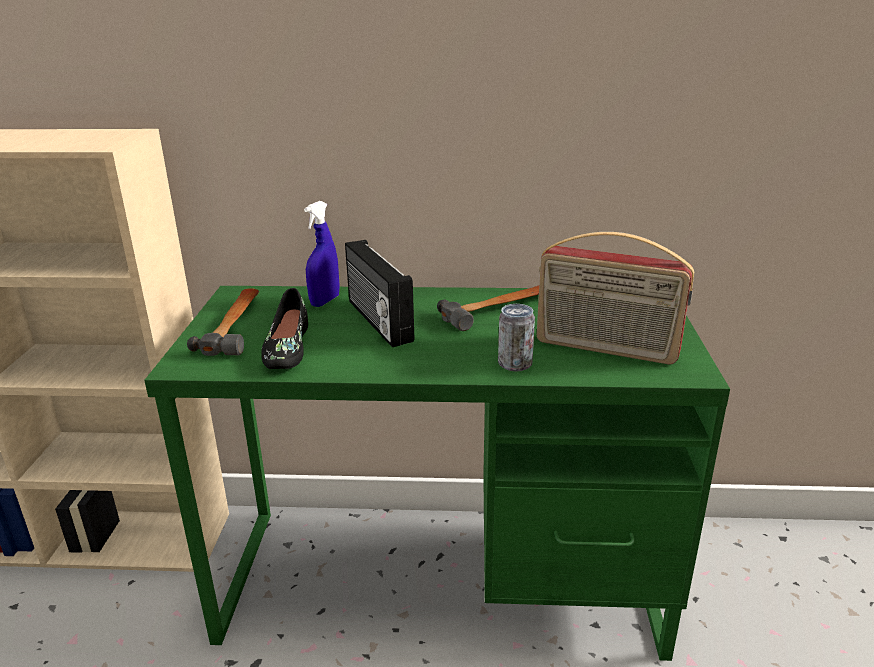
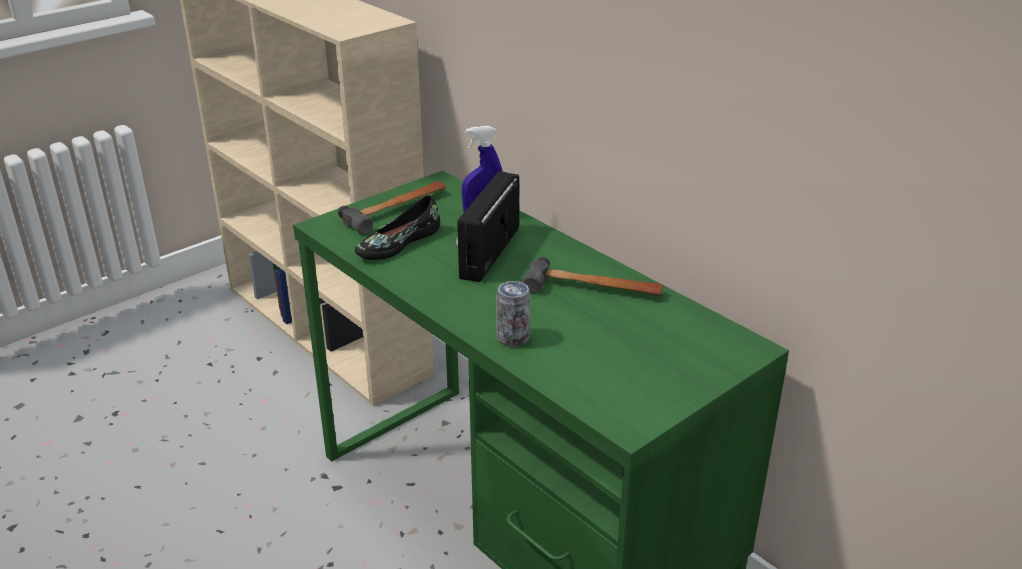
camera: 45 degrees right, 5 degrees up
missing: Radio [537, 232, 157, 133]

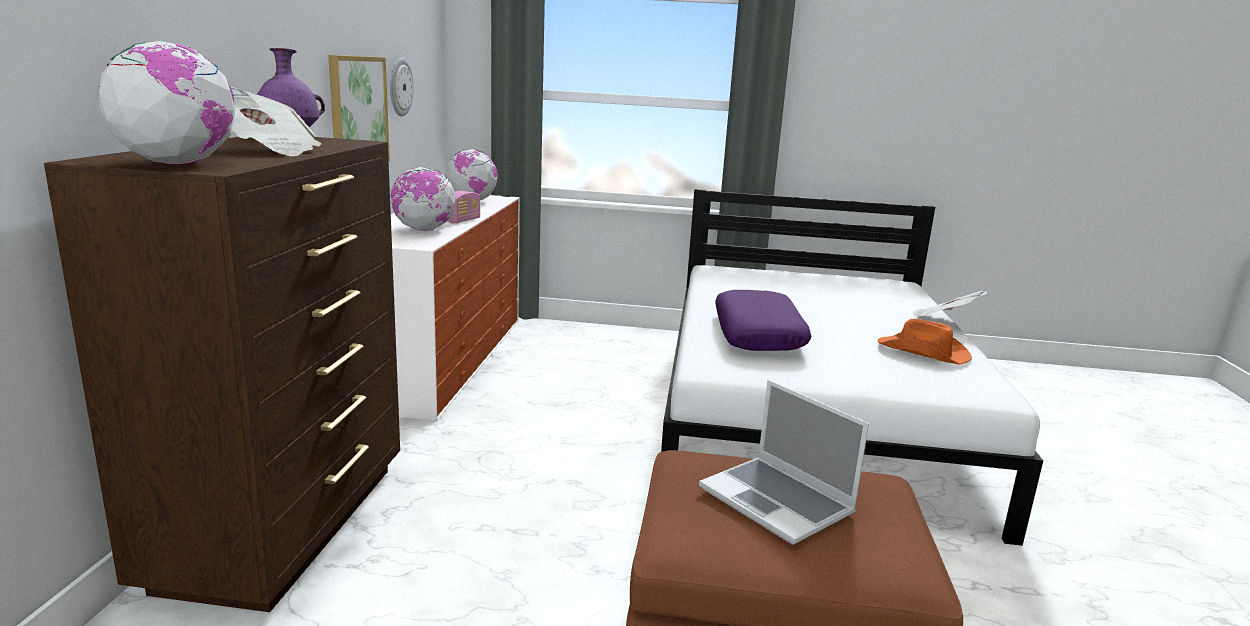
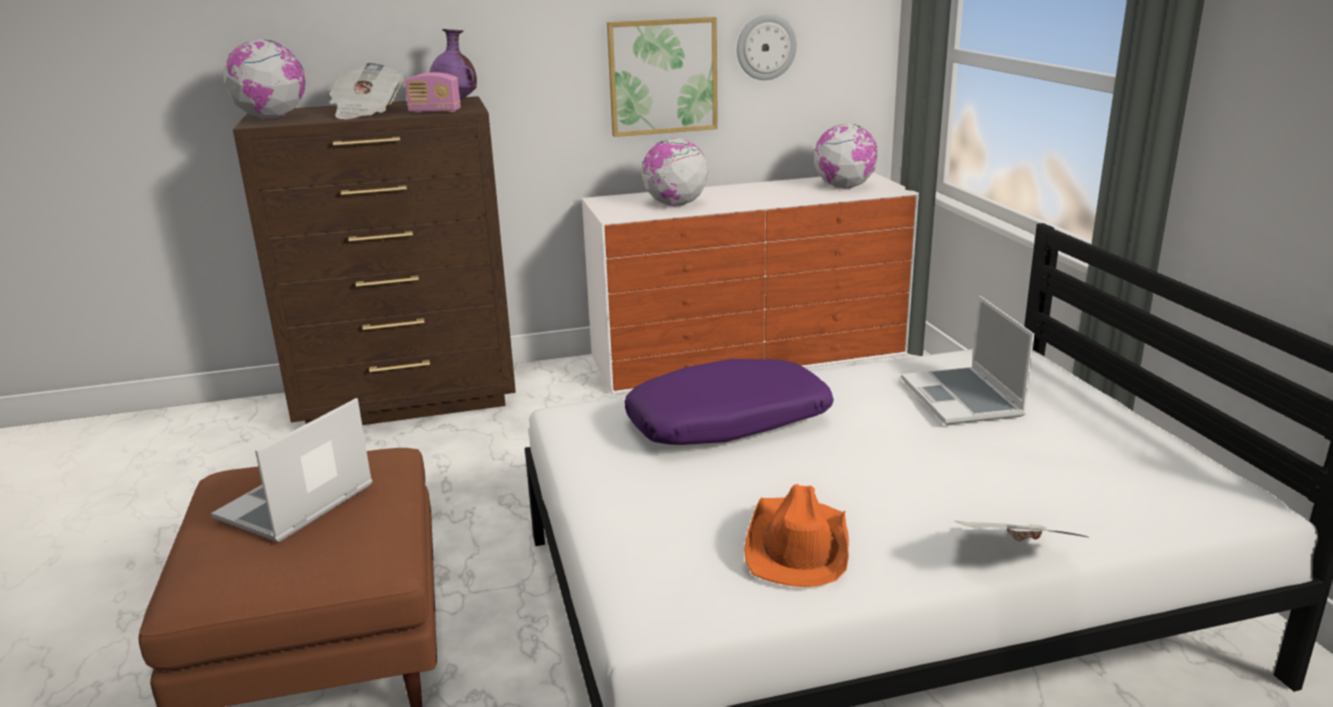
camera: 70 degrees right, 5 degrees up
appeared: Laptop [901, 296, 134, 129]
relocated: Radio [447, 191, 33, 33] to [404, 72, 57, 41]

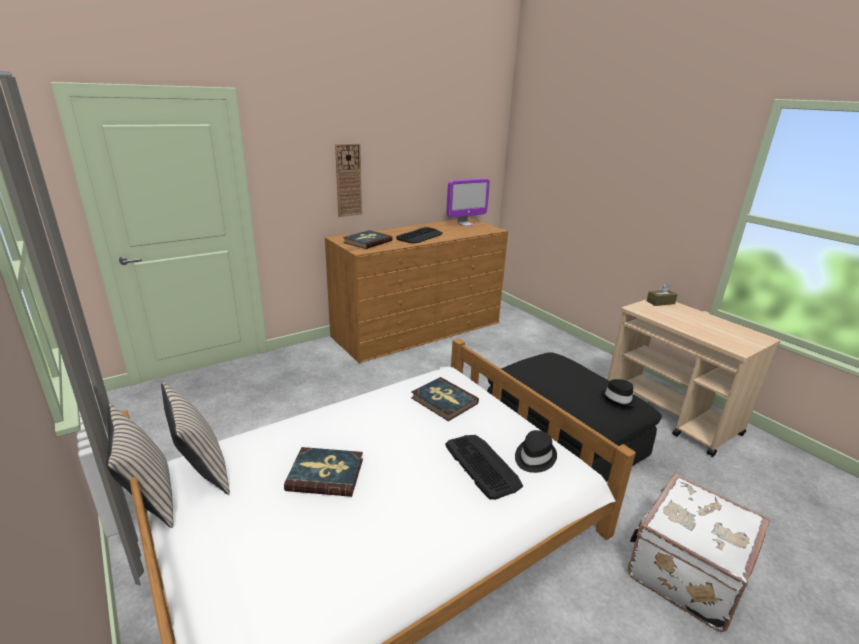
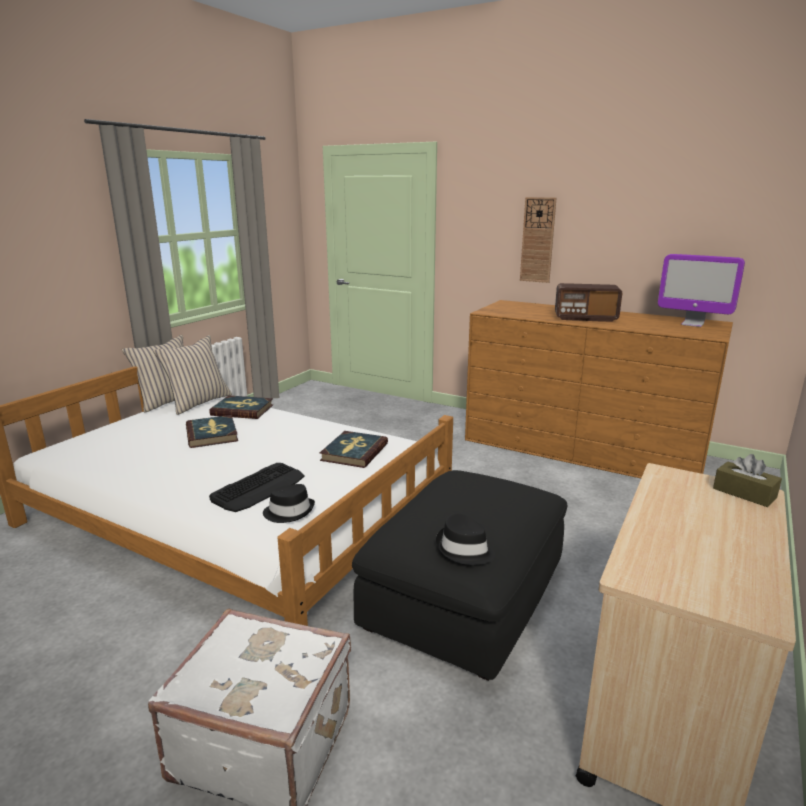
camera: 65 degrees right, 5 degrees down
relocated: Book [343, 230, 49, 19] to [210, 395, 63, 24]
exchanged: Keyboard [396, 227, 47, 17] to Radio [555, 283, 67, 39]

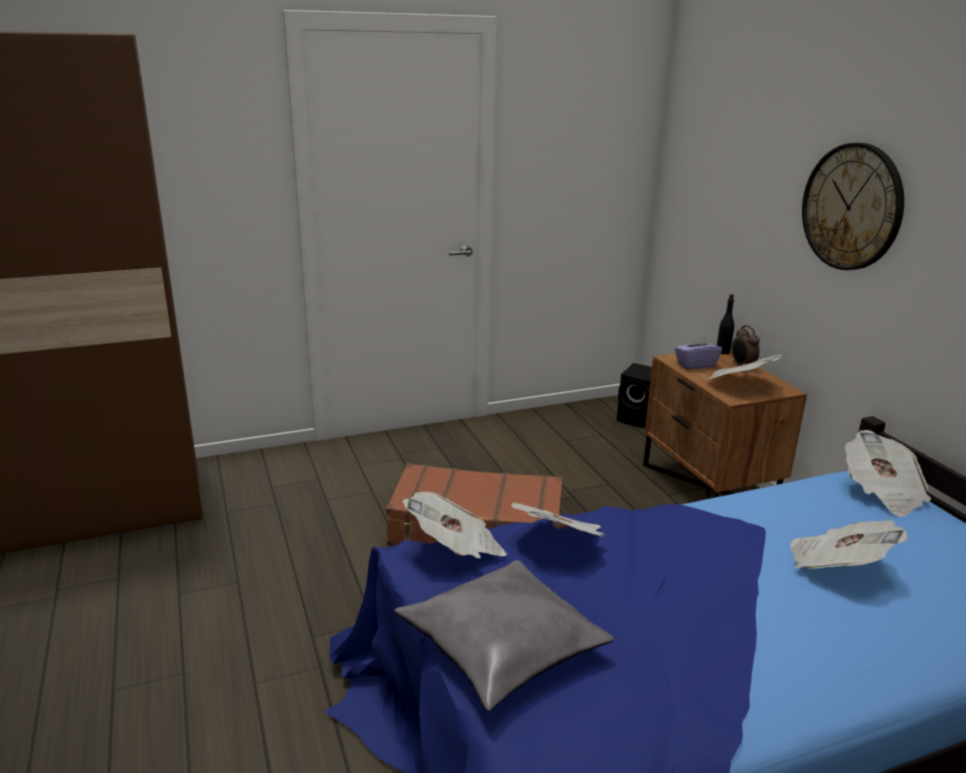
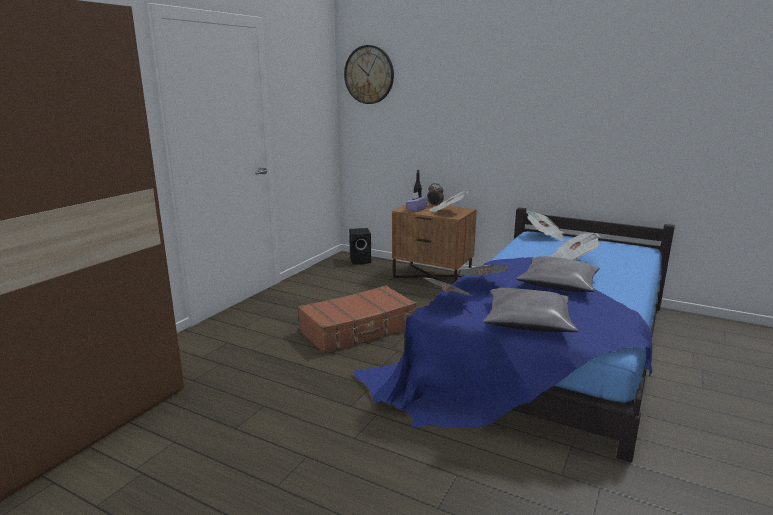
camera: 40 degrees left, 5 degrees down
appeared: GreyPillow [516, 256, 84, 36]
relocated: WallClock [802, 143, 102, 127] to [344, 45, 50, 59]

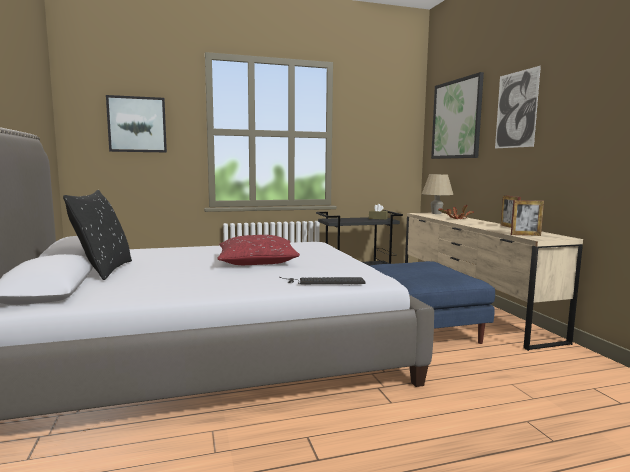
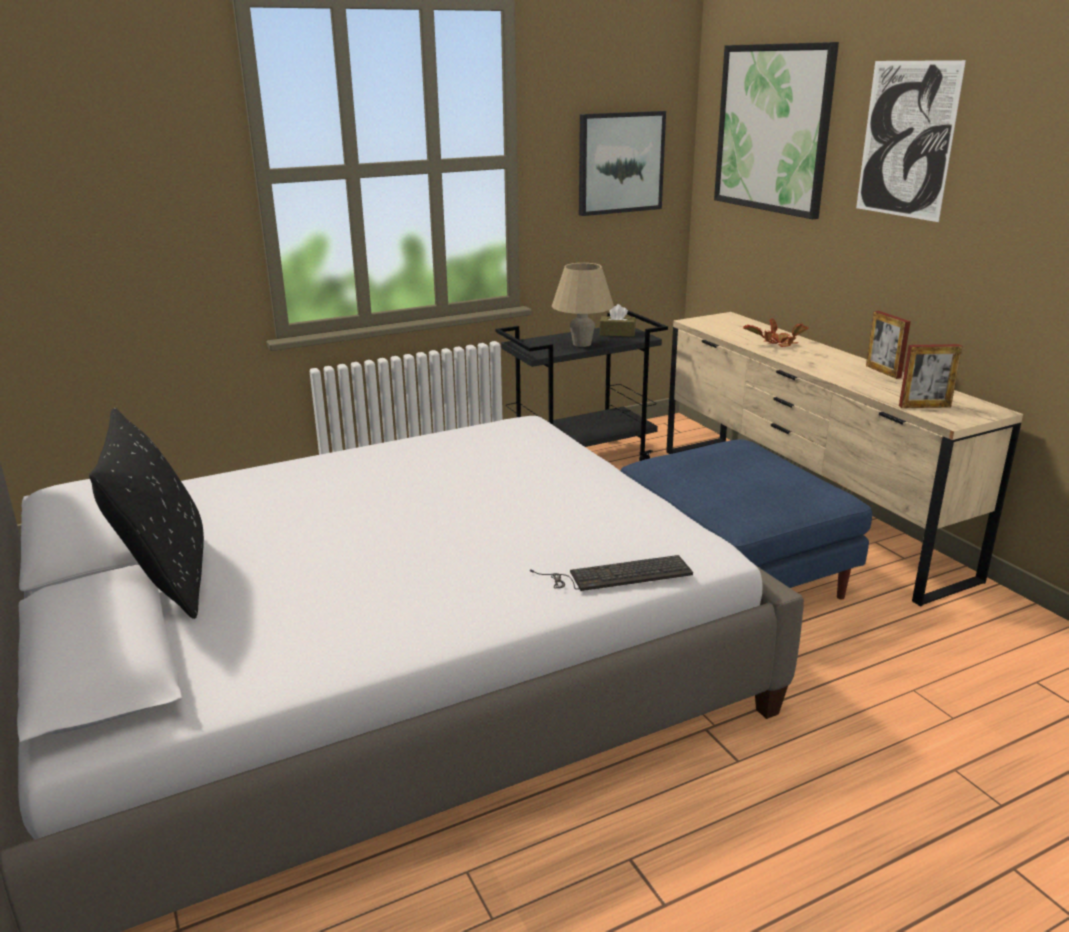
camera: 10 degrees left, 15 degrees up
missing: RedPillow [218, 235, 82, 30]
relocated: BeigeTableLamp [422, 174, 31, 40] to [551, 263, 63, 84]; Picture [106, 95, 61, 57] to [579, 111, 87, 105]

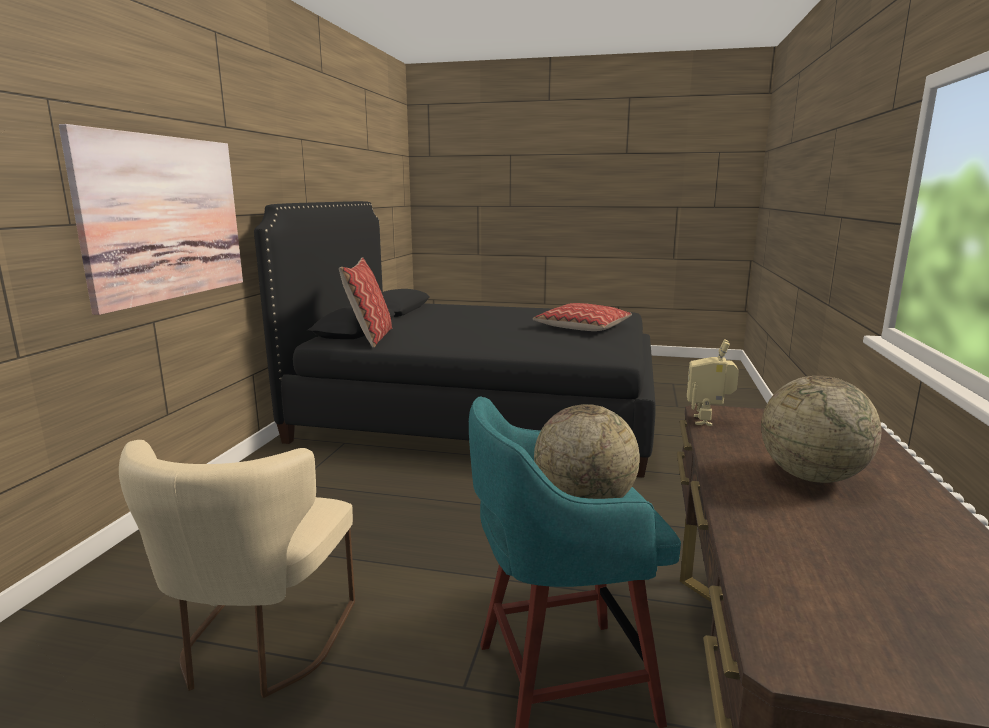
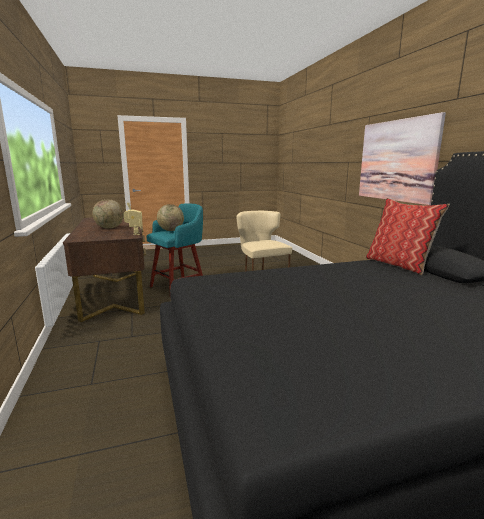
camera: 150 degrees right, 0 degrees up
missing: Pillow [533, 303, 99, 28]

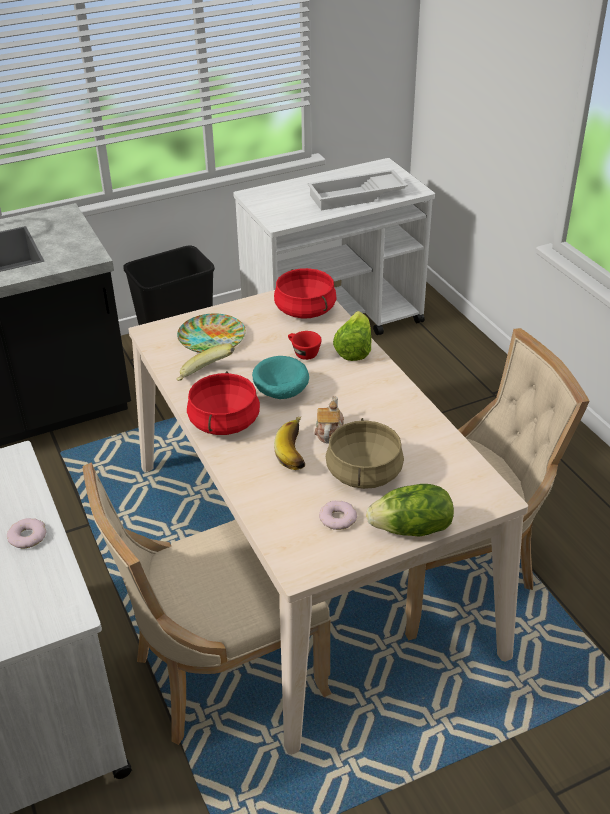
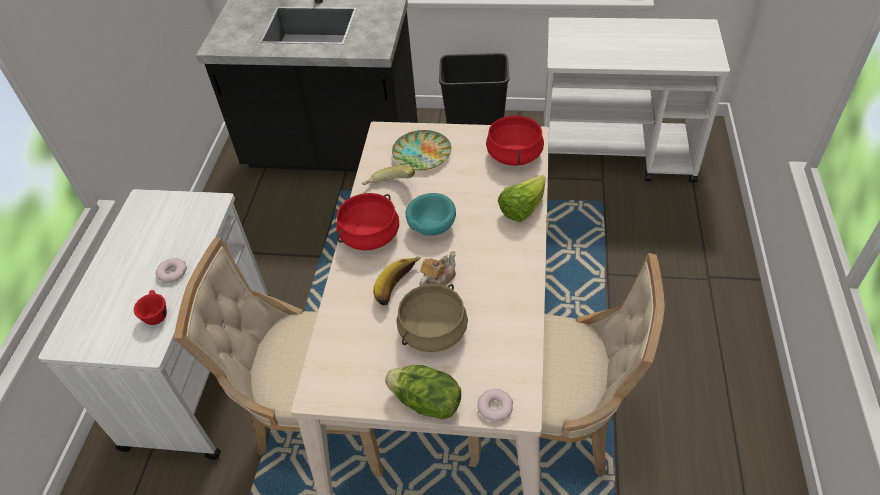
camera: 35 degrees right, 10 degrees up
missing: WhiteTray [307, 170, 101, 40]
relocated: RedCup [288, 331, 34, 29] to [134, 290, 33, 35]; Donut [319, 501, 38, 29] to [477, 389, 36, 33]

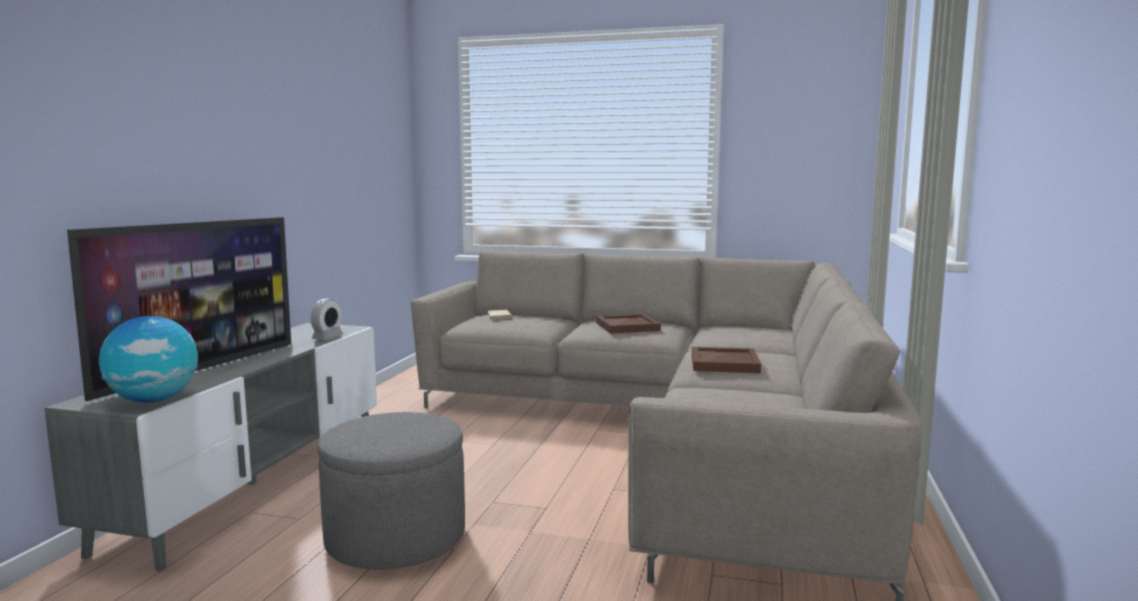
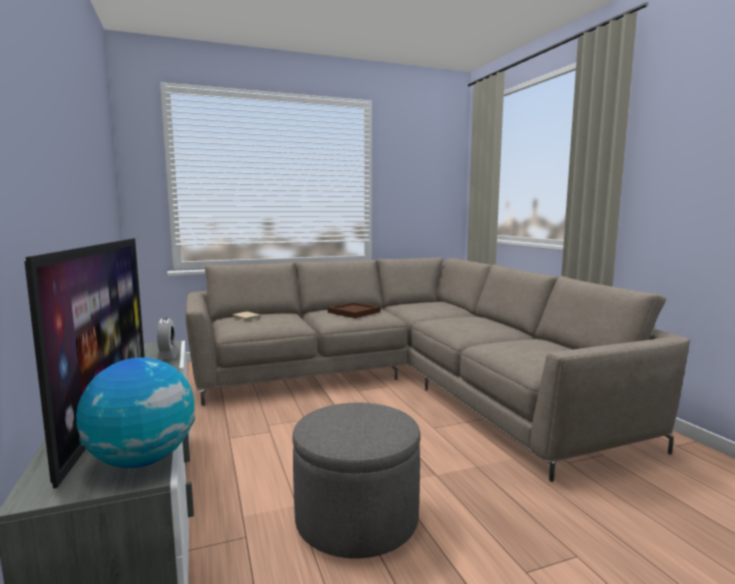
camera: 35 degrees left, 0 degrees up
missing: BrownTray [692, 347, 69, 26]

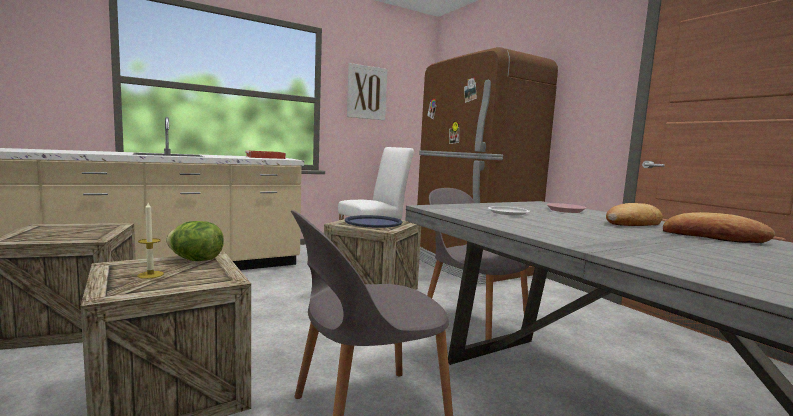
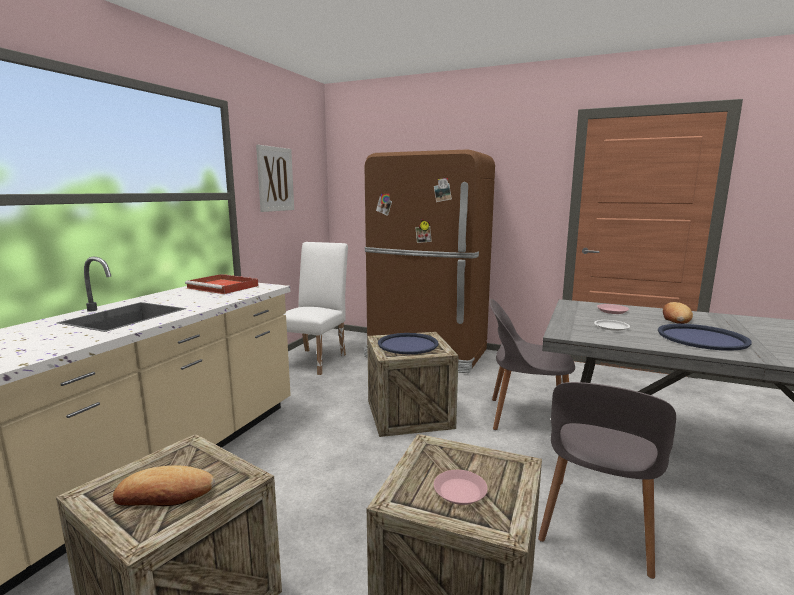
camera: 35 degrees left, 5 degrees up
missing: Lettuce [166, 221, 58, 40]
appeared: BlueTray [658, 324, 94, 27]
relocated: Bread [663, 212, 112, 31] to [113, 465, 102, 41]
exchanged: Candle [137, 202, 27, 77] to PinkPlate [434, 470, 54, 35]

